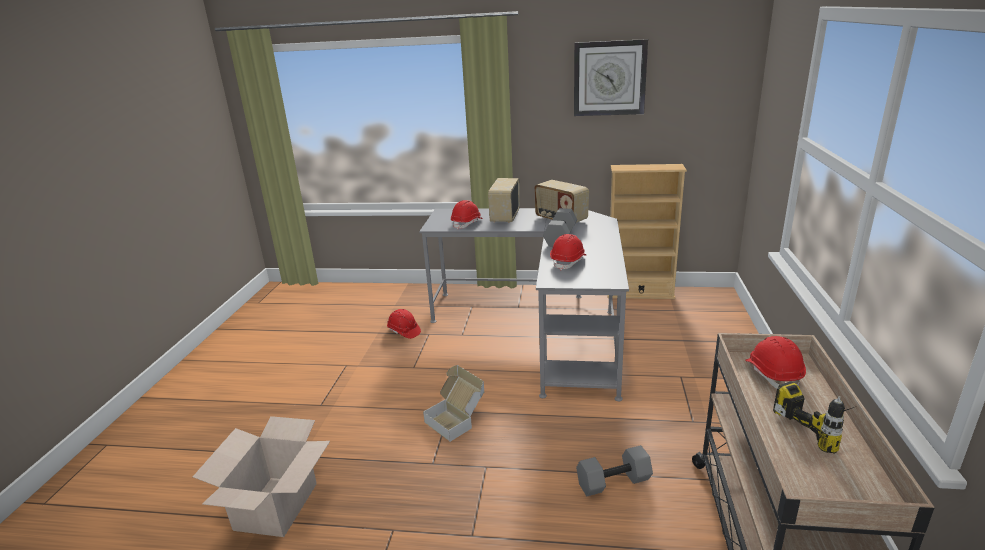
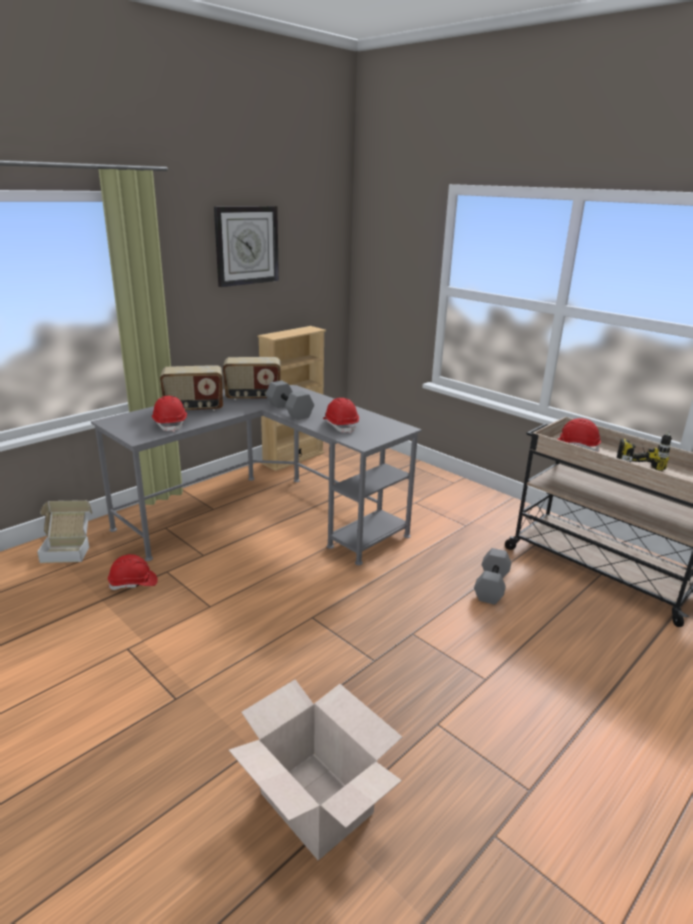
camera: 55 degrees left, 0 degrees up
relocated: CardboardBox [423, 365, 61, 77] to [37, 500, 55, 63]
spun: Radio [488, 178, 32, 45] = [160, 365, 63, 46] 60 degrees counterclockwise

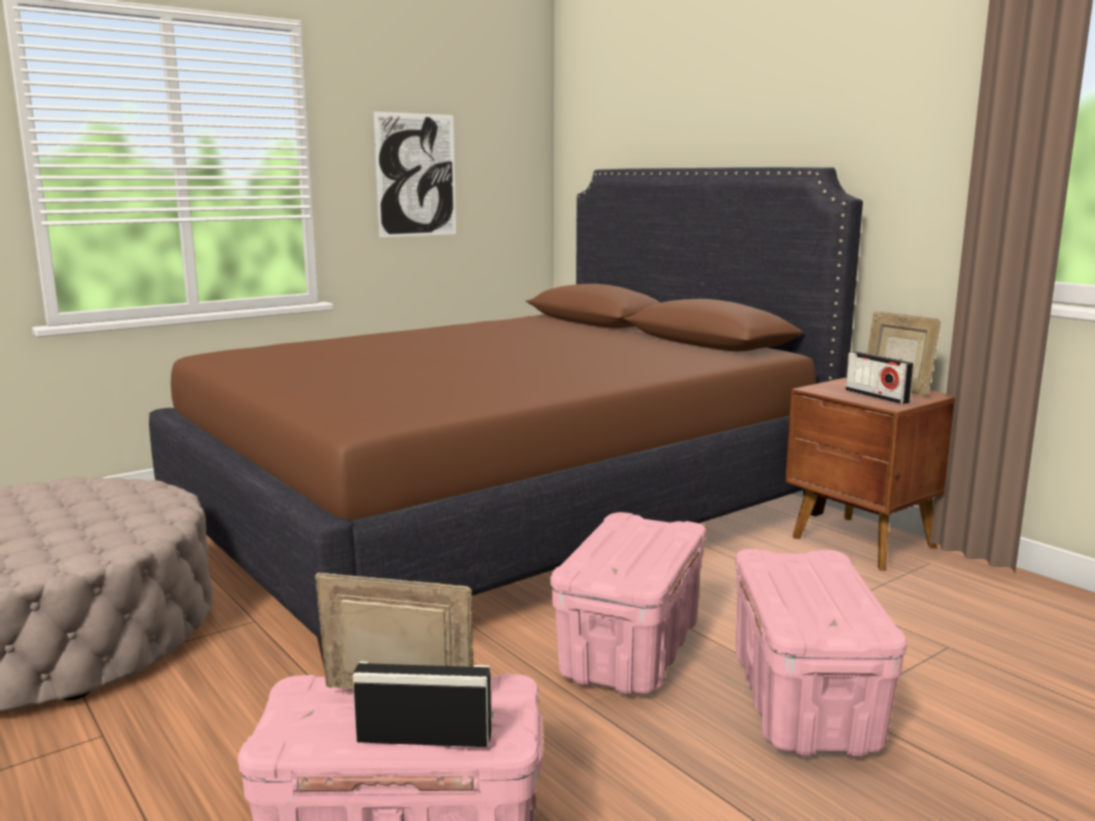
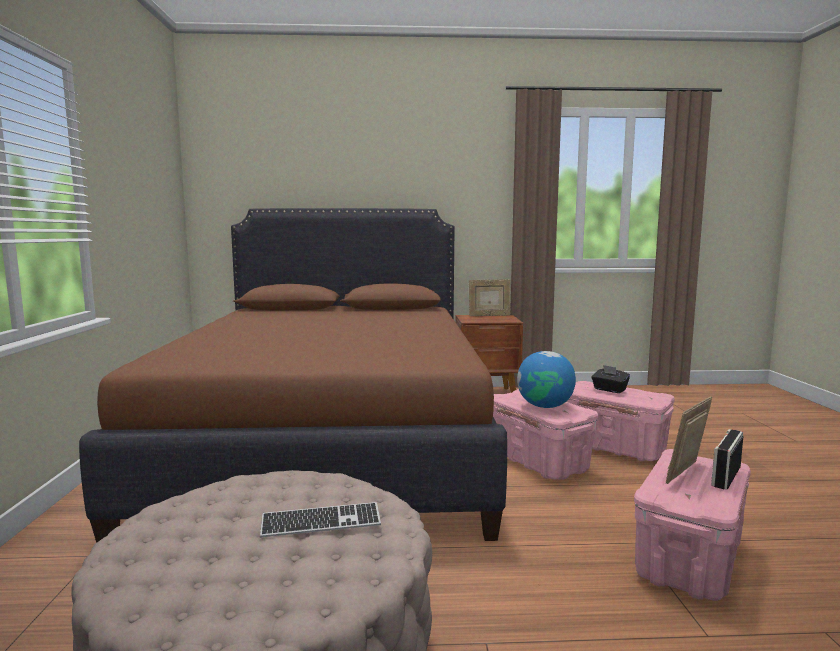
camera: 55 degrees left, 5 degrees down
missing: Picture [374, 112, 82, 125]; Radio [846, 351, 68, 53]
appeared: Keyboard [260, 502, 121, 35]; Globe [517, 351, 59, 57]; BlackTissueBox [591, 365, 39, 28]

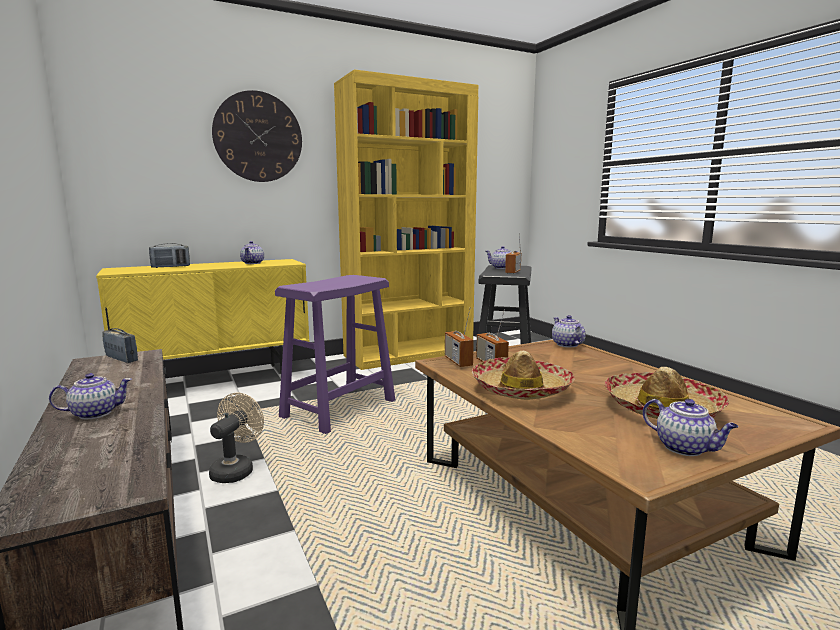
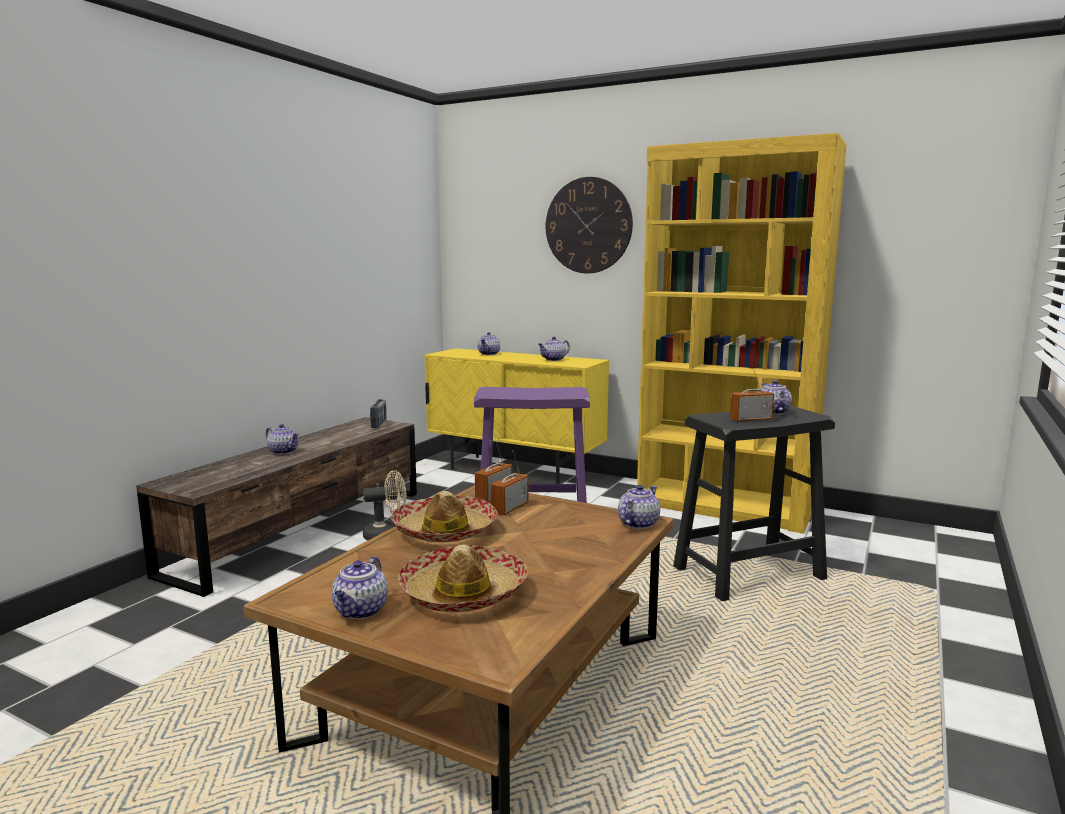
camera: 55 degrees right, 0 degrees up
exchanged: Radio [149, 243, 41, 25] to Teapot [478, 332, 22, 23]

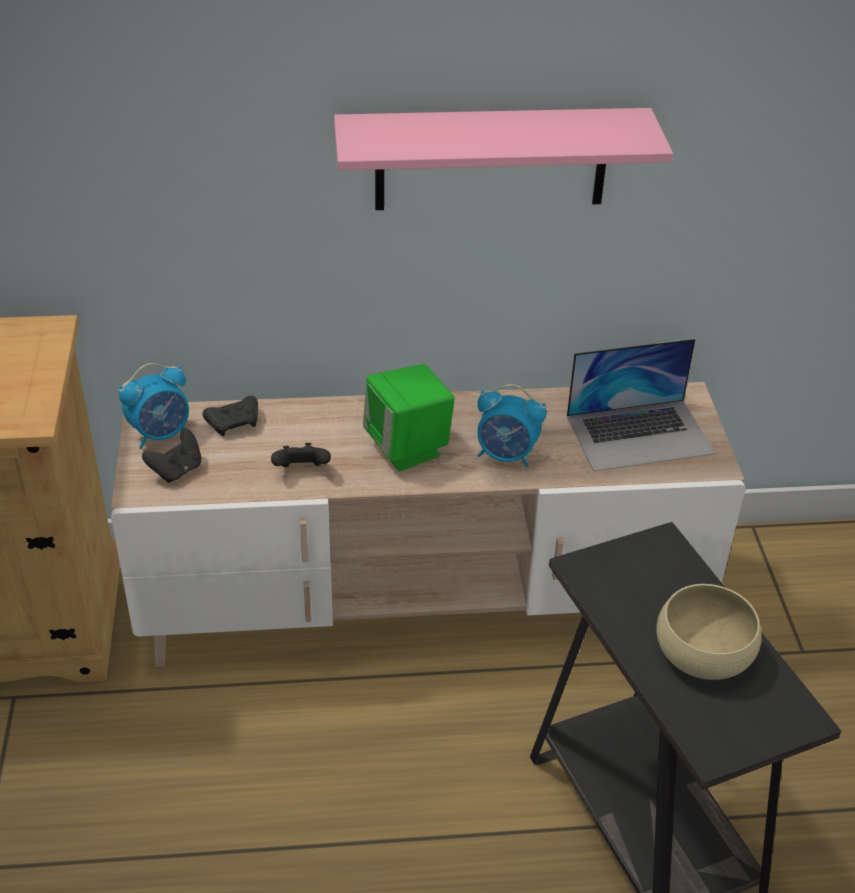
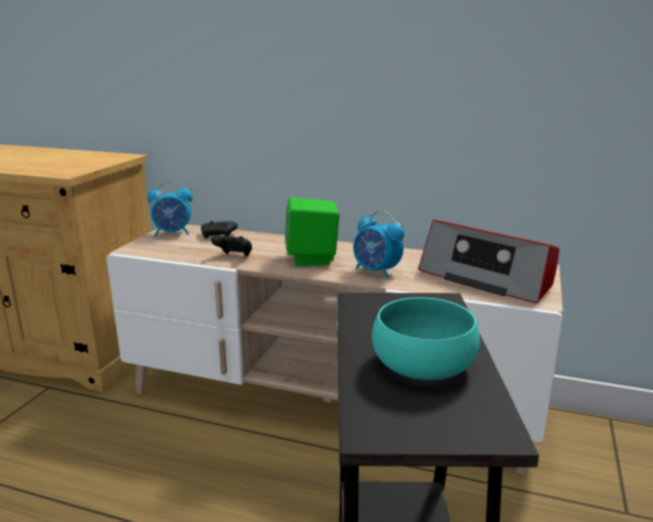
camera: 25 degrees right, 20 degrees down
missing: BlackGameController [142, 429, 59, 54]; PinkShelf [334, 108, 339, 102]
exchanged: Laptop [567, 338, 148, 134] to Radio [418, 220, 142, 84]
colour: BeigeBowl [656, 584, 106, 96] to TurquoiseBowl [372, 297, 108, 83]

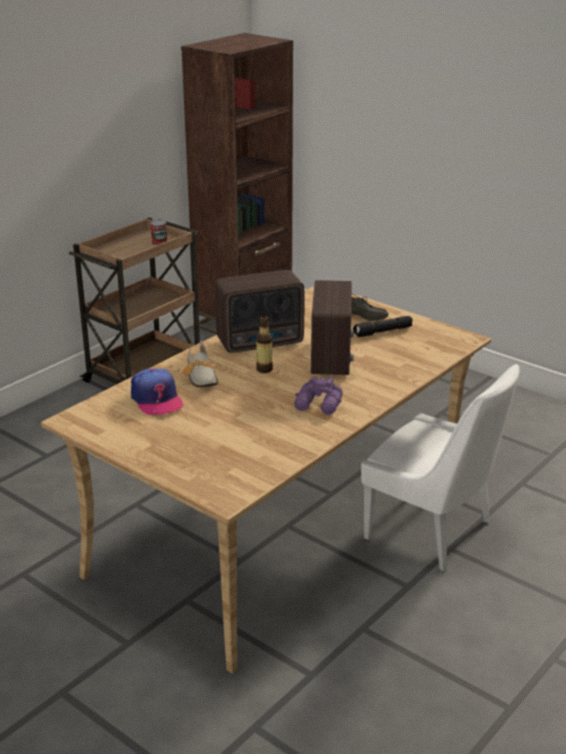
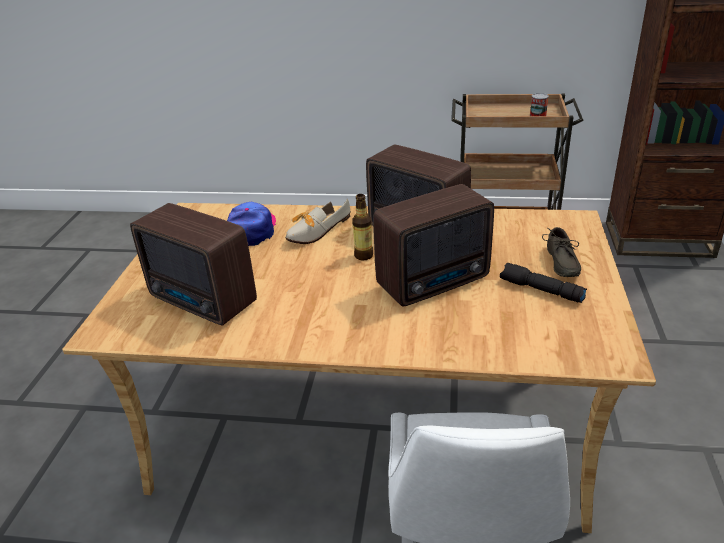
camera: 60 degrees right, 5 degrees up
missing: PurpleBinoculars [294, 376, 49, 39]
appeared: Radio [130, 203, 127, 123]
spun: Cap [131, 368, 52, 47] = [227, 202, 49, 44] 150 degrees clockwise

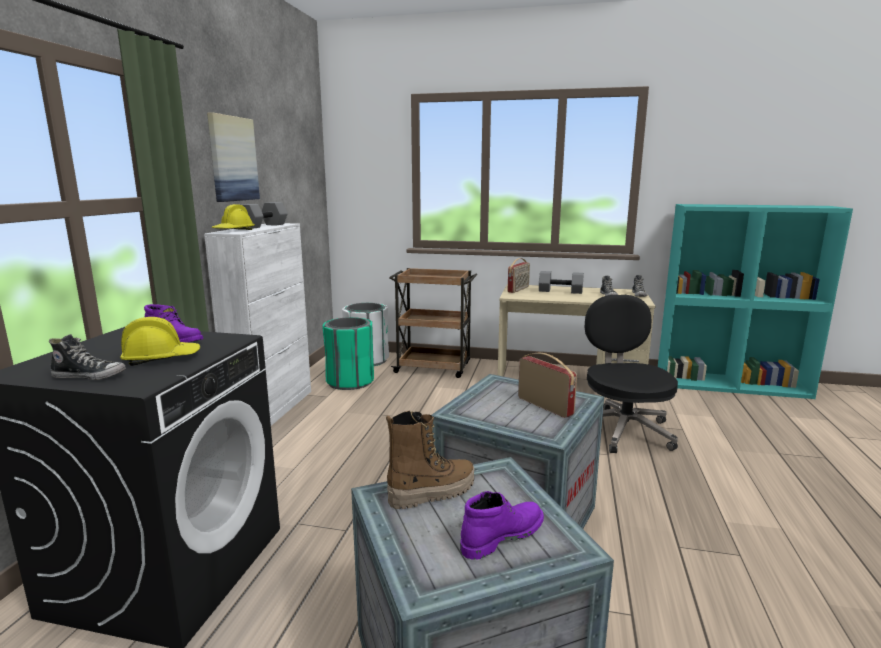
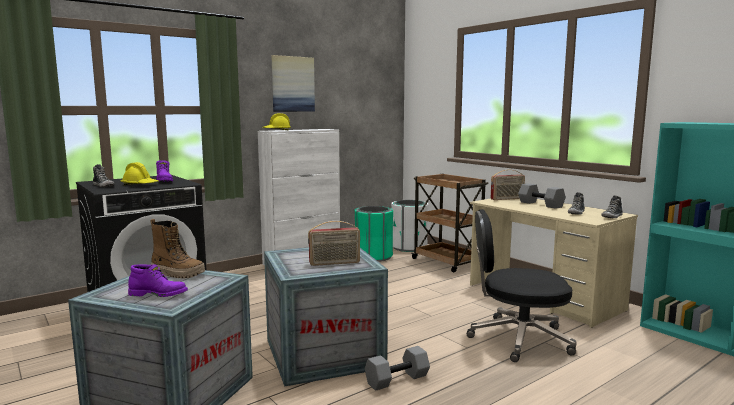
camera: 40 degrees right, 5 degrees down
relocated: GreyDumbbell [239, 202, 49, 27] to [365, 346, 65, 45]
spun: Radio [518, 353, 59, 65] = [308, 221, 52, 45] 75 degrees clockwise; BlackOfficeChair [584, 295, 94, 158] = [467, 209, 110, 153] 120 degrees counterclockwise

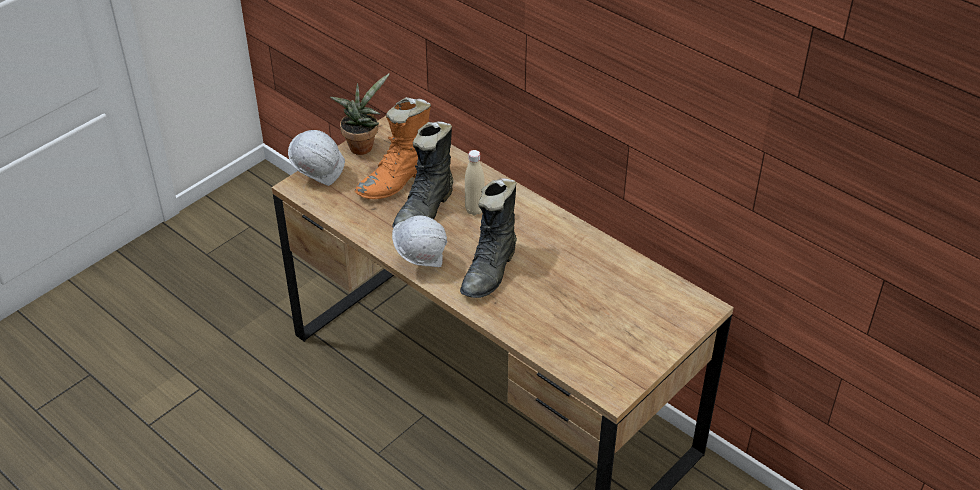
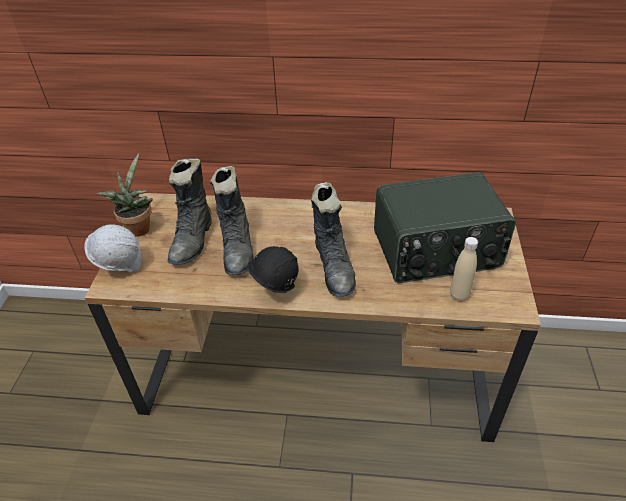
camera: 35 degrees left, 0 degrees up
appeared: Radio [374, 172, 142, 111]
relocated: BeigeBottle [465, 150, 20, 65] to [450, 237, 28, 64]
colour: OrangeBoot [355, 97, 76, 102] to BlackBoot [168, 159, 44, 106]; WhiteHardHat [392, 215, 55, 52] to BlackHardHat [248, 246, 51, 47]

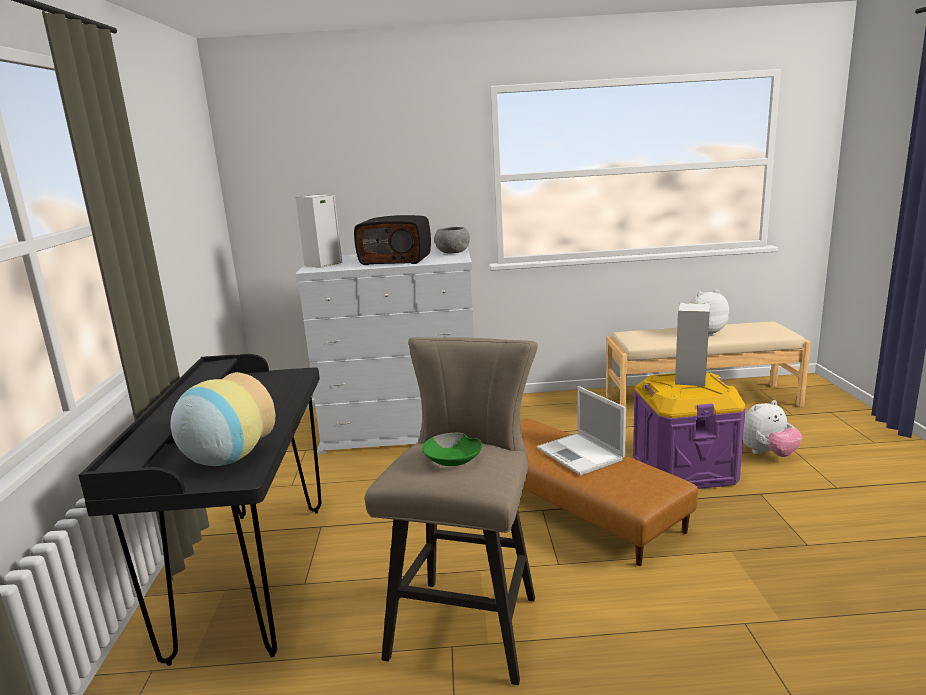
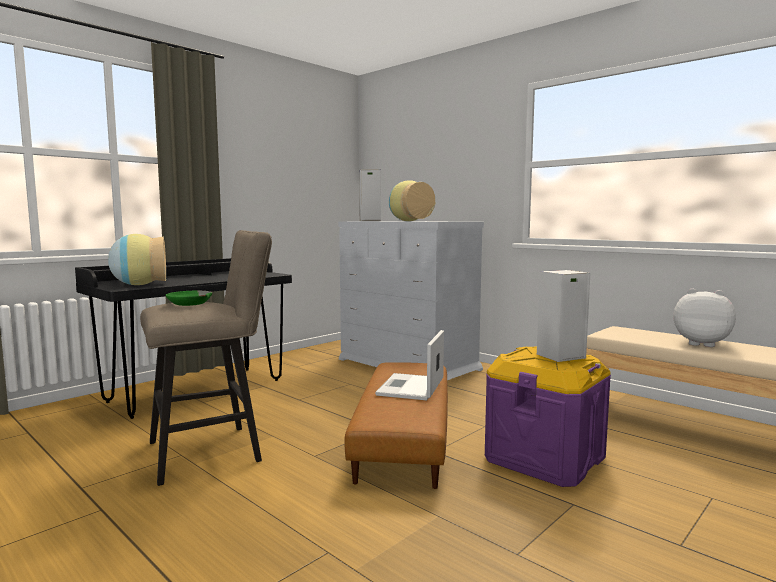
camera: 45 degrees right, 10 degrees down
missing: GreyBowl [434, 227, 36, 27]; PlushToy [743, 400, 59, 57]
exchanged: Radio [354, 215, 77, 50] to Vase [389, 180, 46, 41]

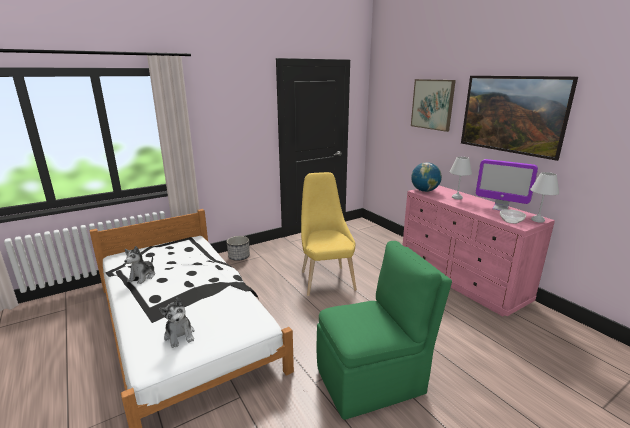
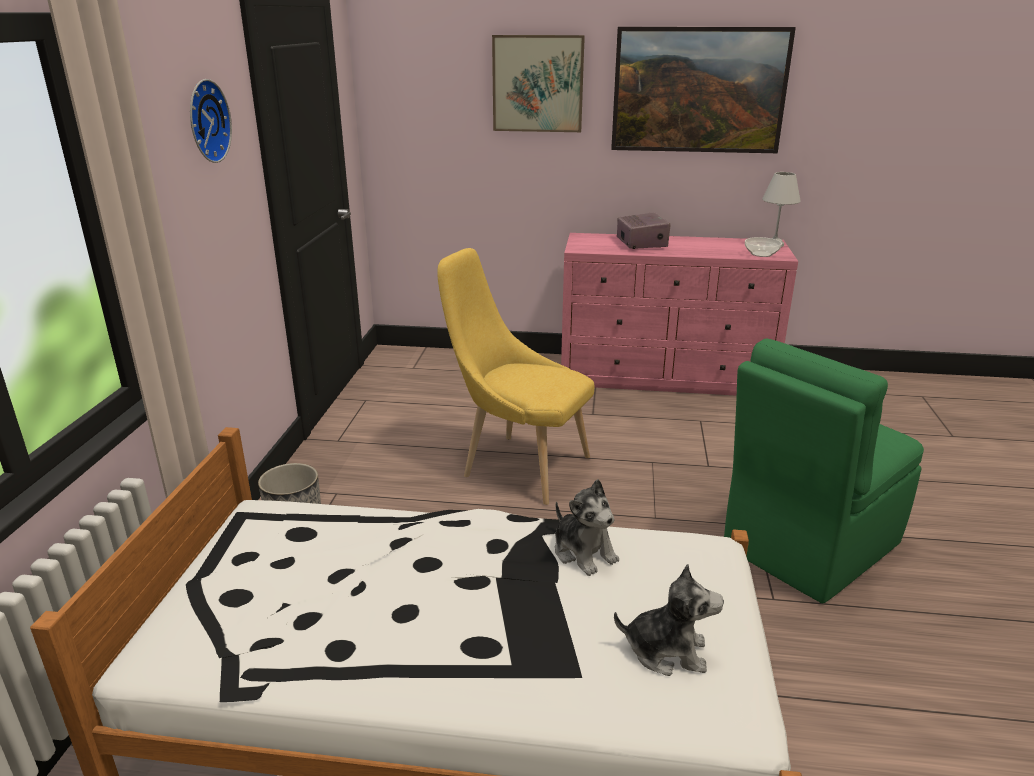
camera: 50 degrees left, 5 degrees up
missing: Globe [411, 162, 31, 30]; Monitor [476, 159, 62, 52]
appeared: WallClock [190, 79, 42, 84]
relocated: PlushToy [124, 246, 31, 38] to [555, 479, 64, 97]
exchanged: WhiteTableLamp [450, 157, 22, 42] to Radio [617, 212, 54, 37]
spun: GreenChair [317, 241, 135, 179] = [724, 339, 200, 264] 150 degrees counterclockwise

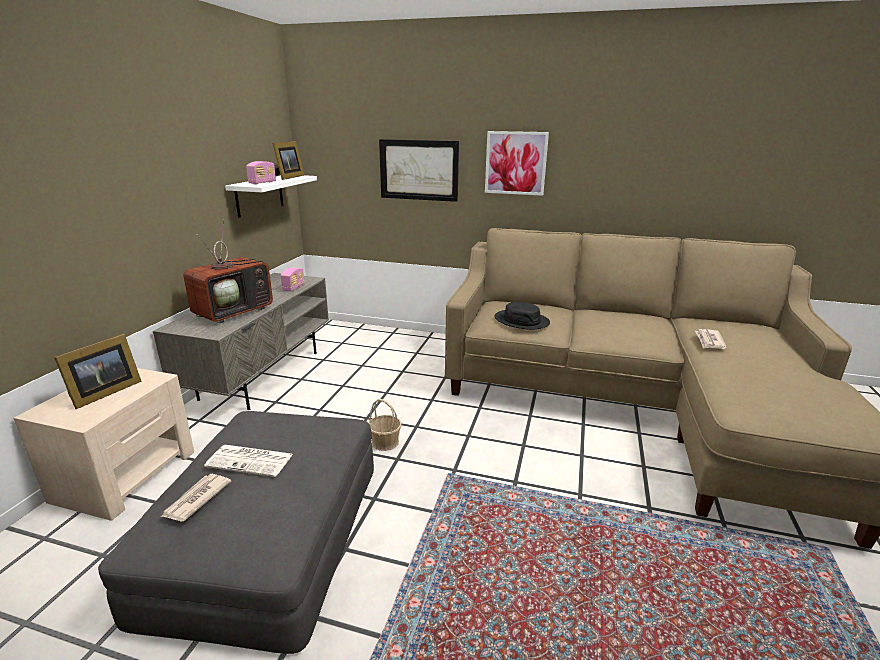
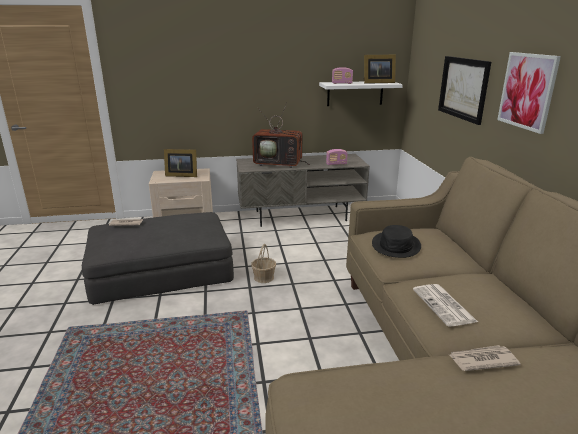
camera: 65 degrees right, 0 degrees up
relocated: Newspaper [204, 445, 89, 32] to [413, 284, 65, 43]

